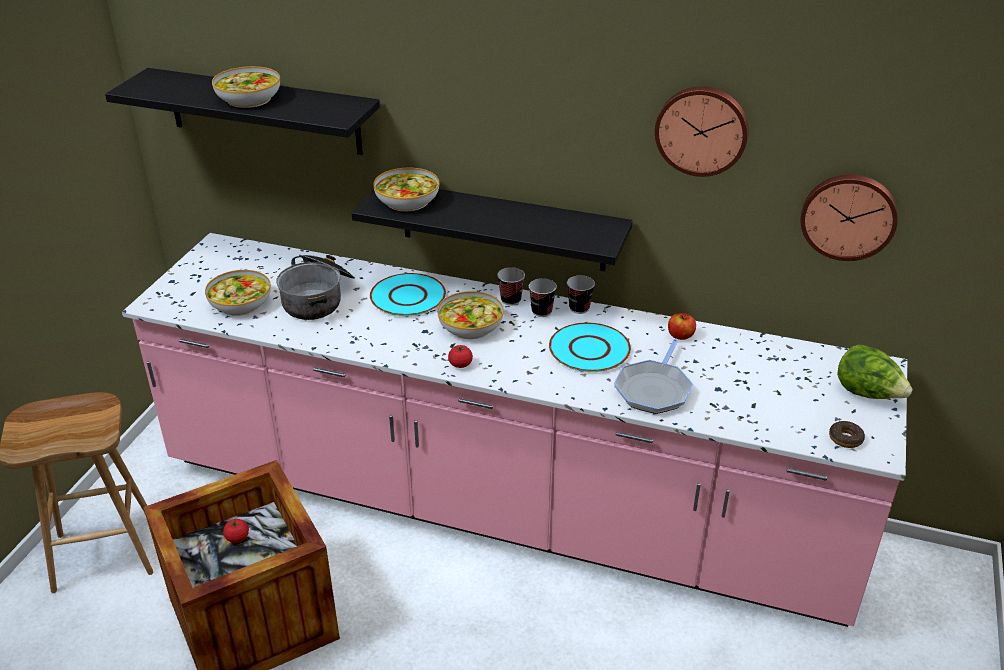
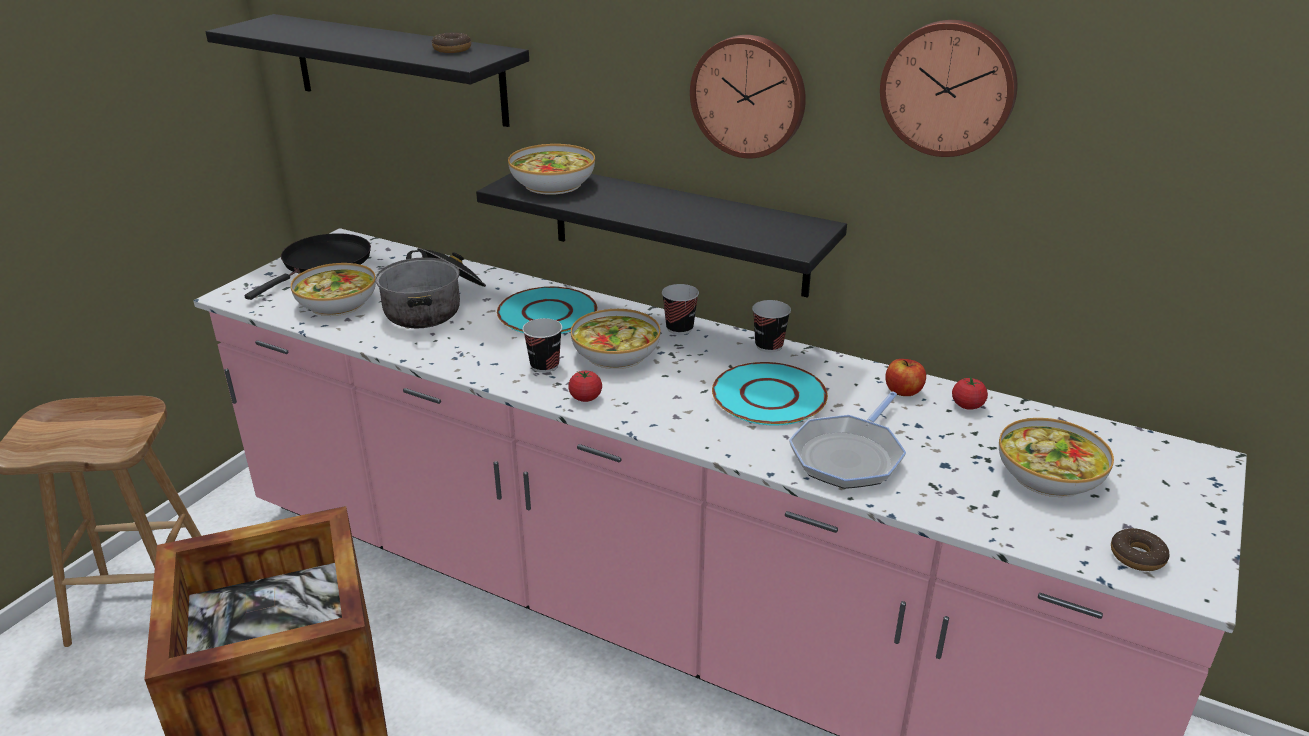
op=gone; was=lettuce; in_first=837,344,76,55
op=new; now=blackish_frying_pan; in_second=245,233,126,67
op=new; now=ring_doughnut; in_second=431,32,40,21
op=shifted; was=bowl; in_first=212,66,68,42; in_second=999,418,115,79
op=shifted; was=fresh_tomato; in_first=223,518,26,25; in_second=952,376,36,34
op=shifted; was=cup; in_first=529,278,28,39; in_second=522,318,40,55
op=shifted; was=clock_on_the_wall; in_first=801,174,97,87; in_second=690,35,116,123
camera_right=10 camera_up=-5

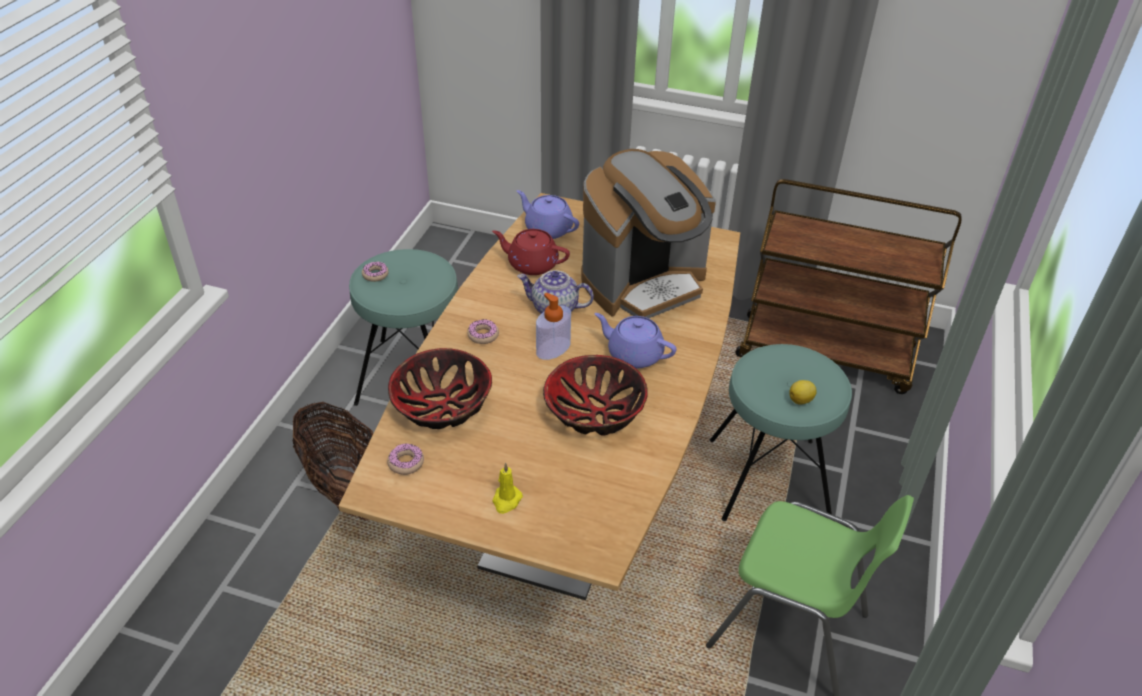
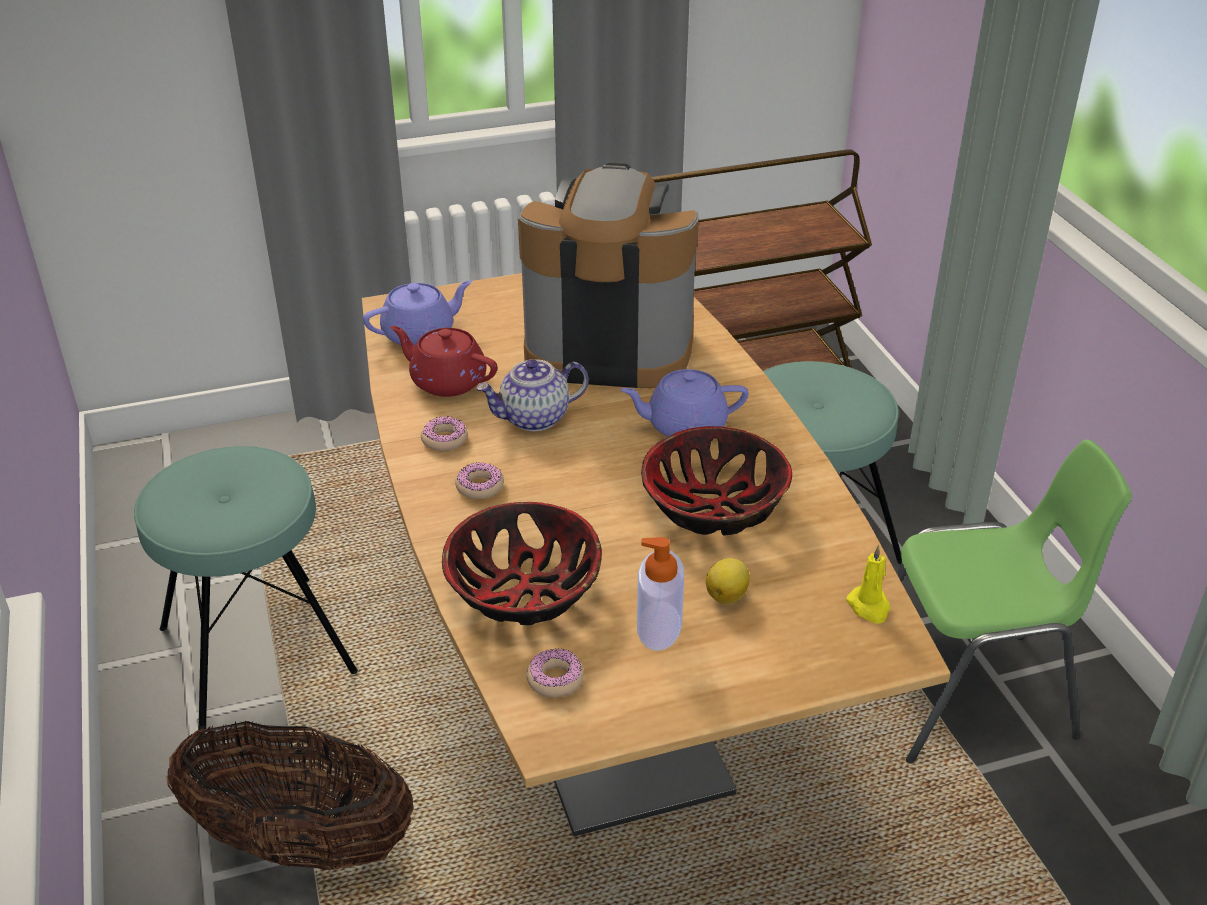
op=shifted; was=ring_doughnut; in_first=362,261,27,21; in_second=421,416,46,35
op=shifted; was=yellowish_wax_light; in_first=492,463,31,51; in_second=846,545,44,79
op=shifted; was=soap_dispenser; in_first=536,293,35,67; in_second=637,537,47,114
op=shifted; was=lemon; in_first=789,380,28,24; in_second=706,558,44,46
op=rotated; was=reddish_teapot; in_first=492,229,78,46; in_second=390,326,107,71; clockwise=45
op=rotated; was=purple_teapot; in_first=517,190,62,49; in_second=363,281,109,65; clockwise=150
op=rotated; was=coffee_brewer; in_first=581,149,135,169; in_second=518,163,181,225; clockwise=-105
camera_right=-35 camera_up=-5

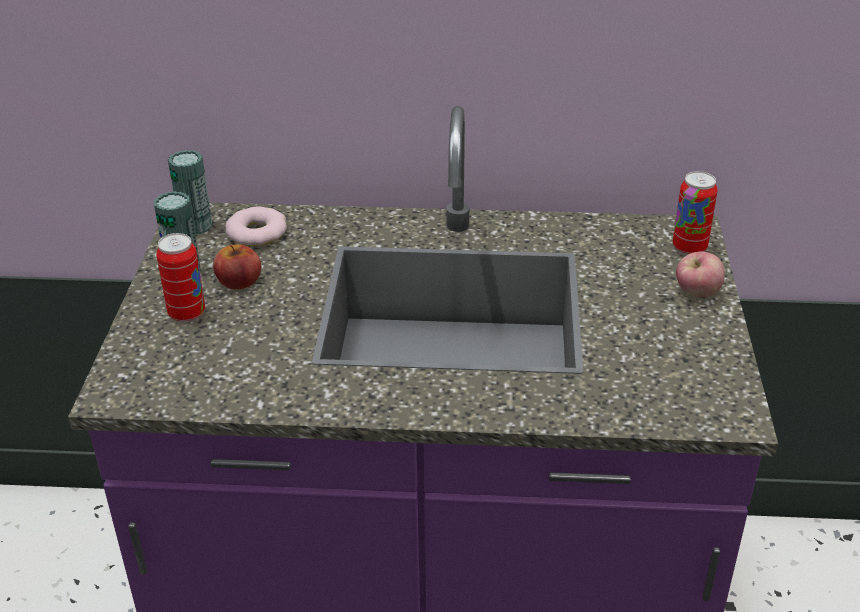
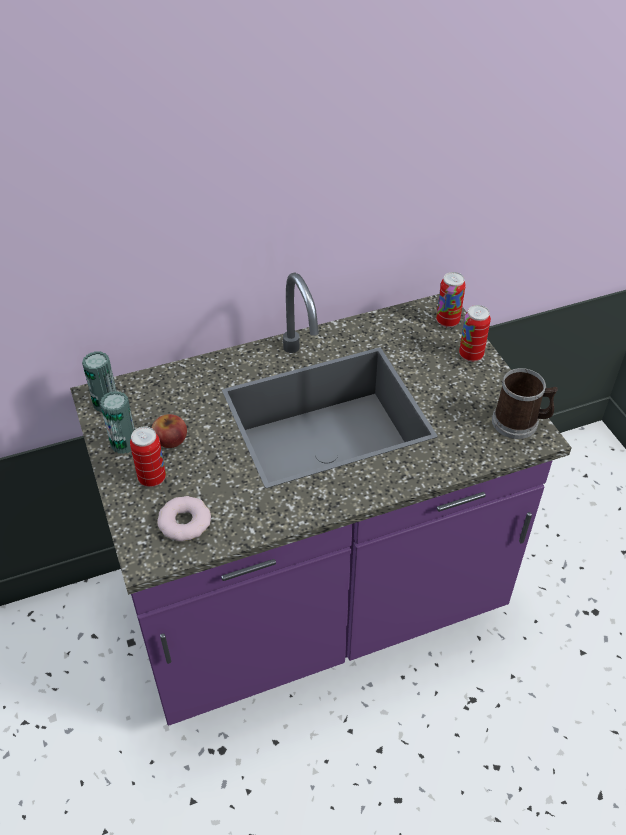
op=new; now=tea_mug; in_second=492,368,66,71
op=shifted; was=ring_doughnut; in_first=225,206,62,40; in_second=157,496,54,45
op=swapped; was=apple; now=metal_can; in_first=676,251,49,46; in_second=459,305,32,57
camera_right=-25 camera_up=10

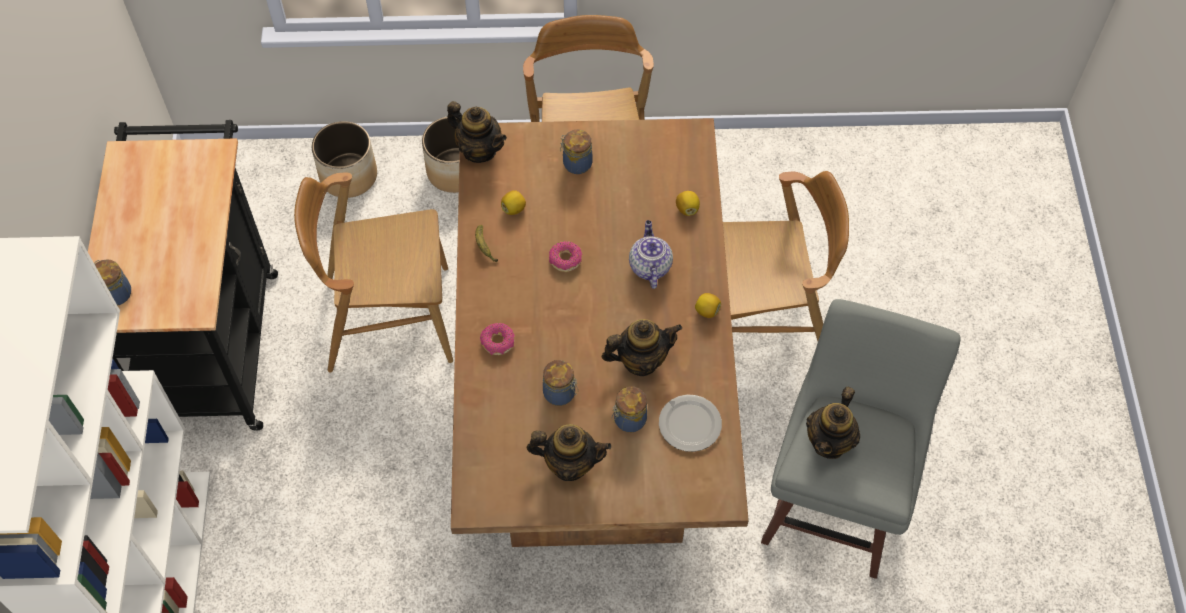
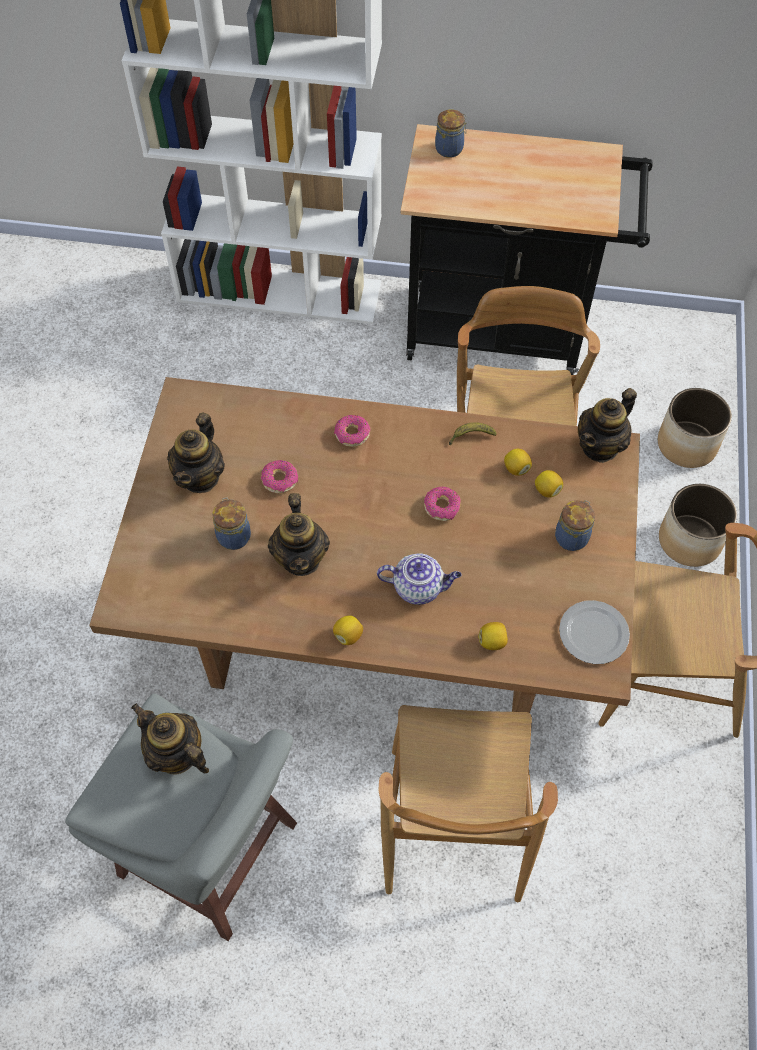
op=new; now=lemon; in_second=535,470,28,28
op=shifted; was=flat_dish; in_first=659,395,63,57; in_second=559,600,71,64
op=swapped; was=preserve_jar; now=ring_doughnut; in_first=543,360,35,46; in_second=261,460,37,33
camera_right=100 camera_up=0

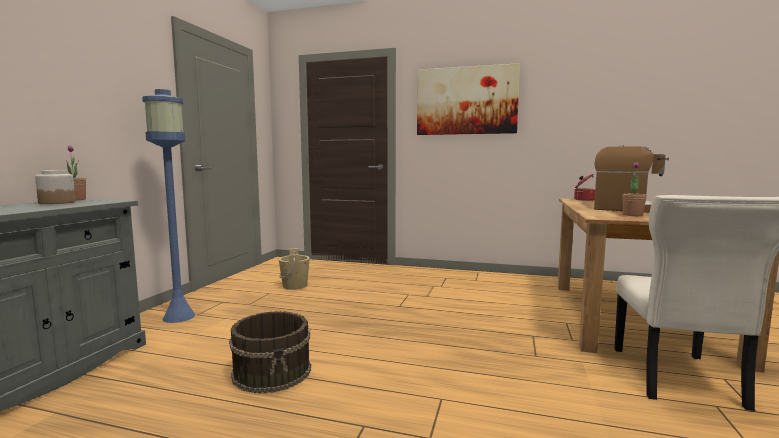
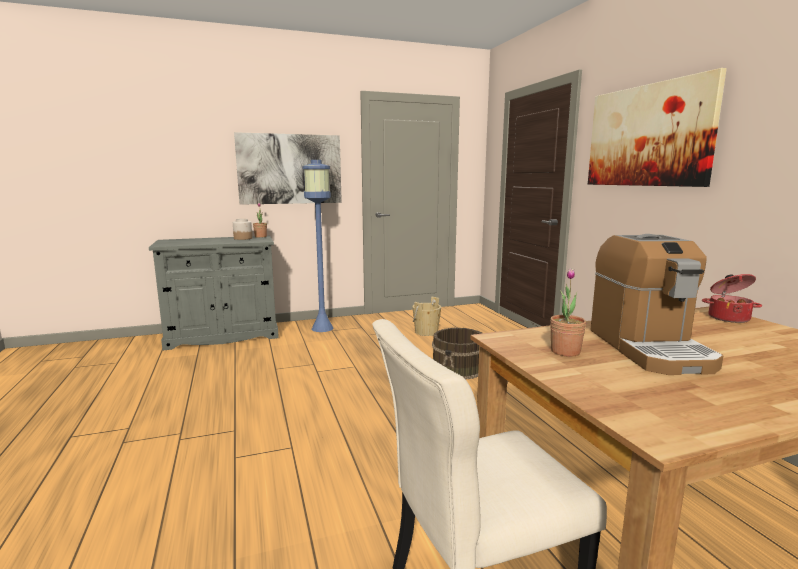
op=new; now=wall_picture; in_second=234,132,108,73
op=shifted; was=brownish_pail; in_first=229,311,82,82; in_second=432,327,50,52
camera_right=55 camera_up=5

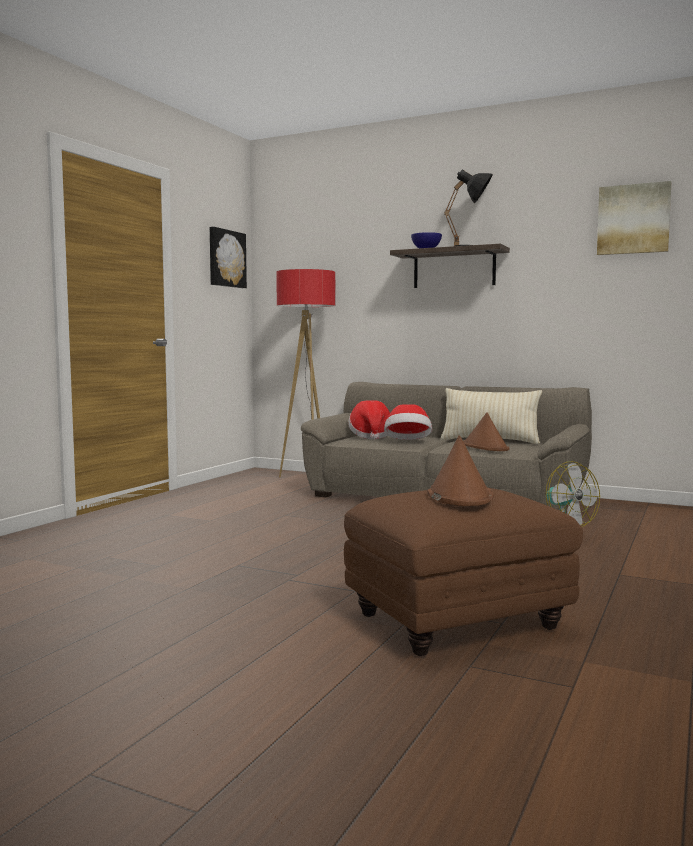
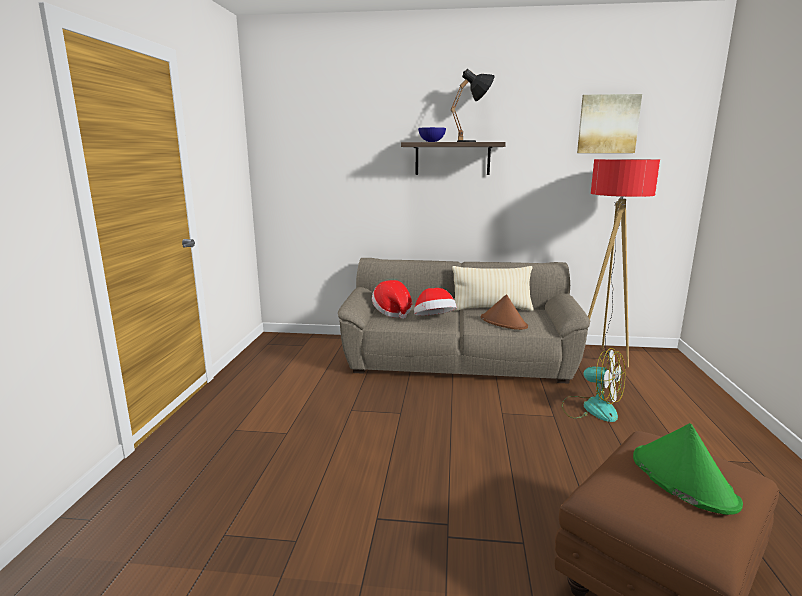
op=gone; was=wall_picture; in_first=210,227,37,61
op=shifted; was=standard_lamp; in_first=276,269,59,209; in_second=588,159,72,209
op=repainted; was=brownish_clothing_hat; now=green_clothing_hat; in_first=427,435,67,71; in_second=633,423,110,92
camera_right=-20 camera_up=10

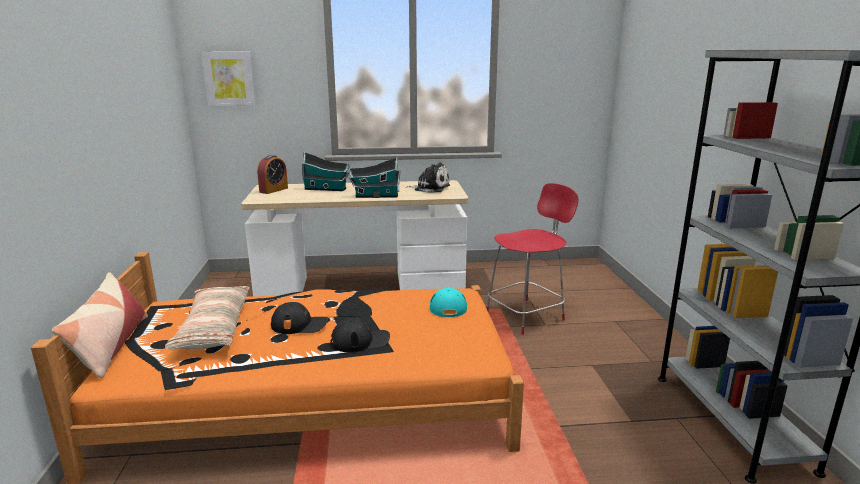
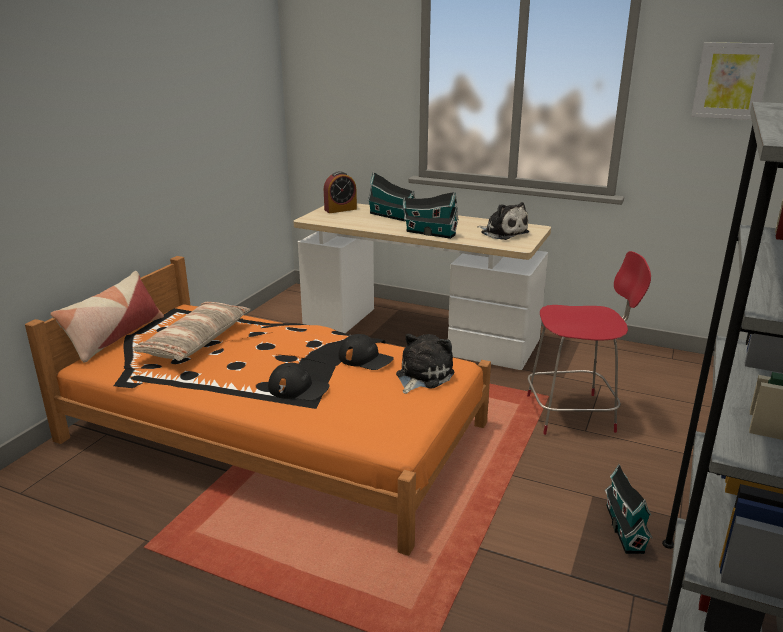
op=new; now=toy_house; in_second=605,464,48,90
op=shifted; was=wall_picture; in_first=201,51,54,55; in_second=691,42,83,78
op=shifted; was=blackish_baseball_cap; in_first=271,302,57,32; in_second=339,334,55,36
op=swapped; was=blue-green_baseball_cap; now=plush_toy; in_first=430,288,37,29; in_second=396,334,59,60
camera_right=30 camera_up=5

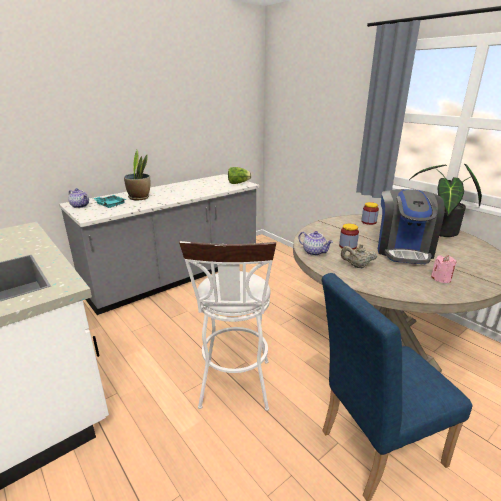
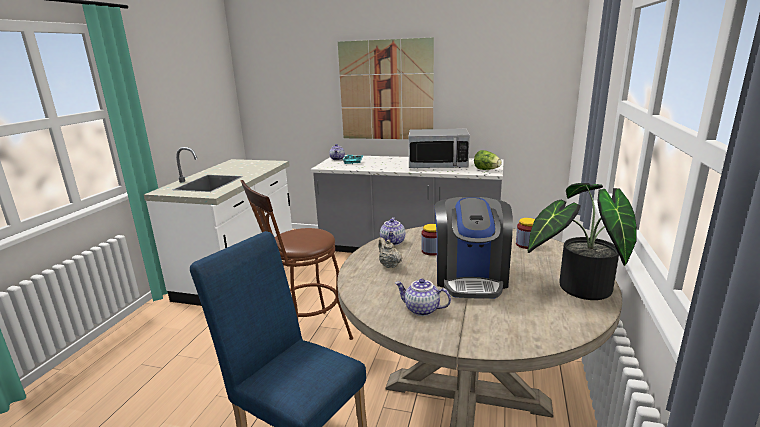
op=gone; was=houseplant; in_first=124,149,26,51
op=new; now=wall_picture; in_second=338,37,96,102
op=new; now=kitchen_microwave; in_second=408,129,62,39
op=swapped; was=pink_wax_light; now=teapot; in_first=431,255,25,28; in_second=395,279,56,37
op=repainted; was=whitish_sitting_stool; now=brownish_sitting_stool; in_first=179,241,97,170; in_second=240,180,113,160
op=rotated; was=coffee_brewer; in_first=378,189,67,75; in_second=435,197,78,102; clockwise=-60
camera_right=55 camera_up=-5

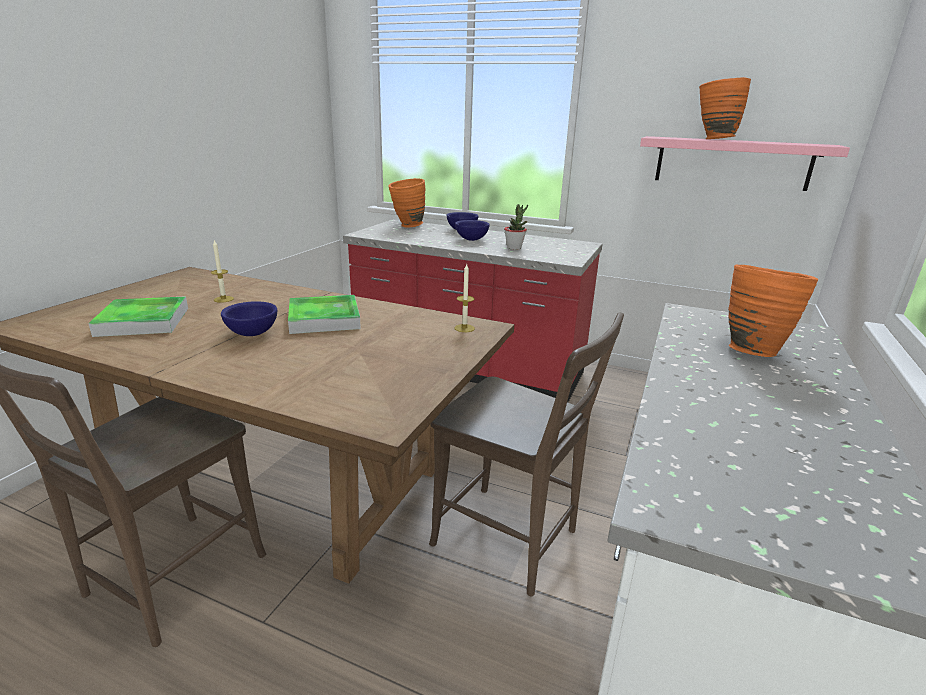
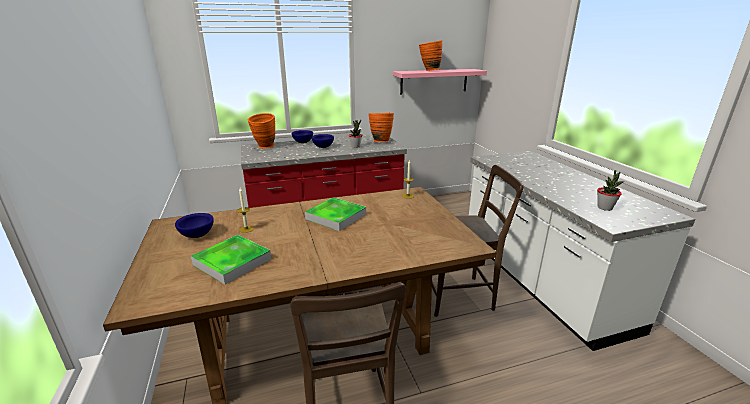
op=new; now=houseplant; in_second=597,170,27,41
op=shifted; was=blue_bowl; in_first=221,301,56,35; in_second=175,213,39,25
op=shifted; was=orangey_vase; in_first=728,264,90,93; in_second=369,113,25,29
camera_right=-40 camera_up=0

